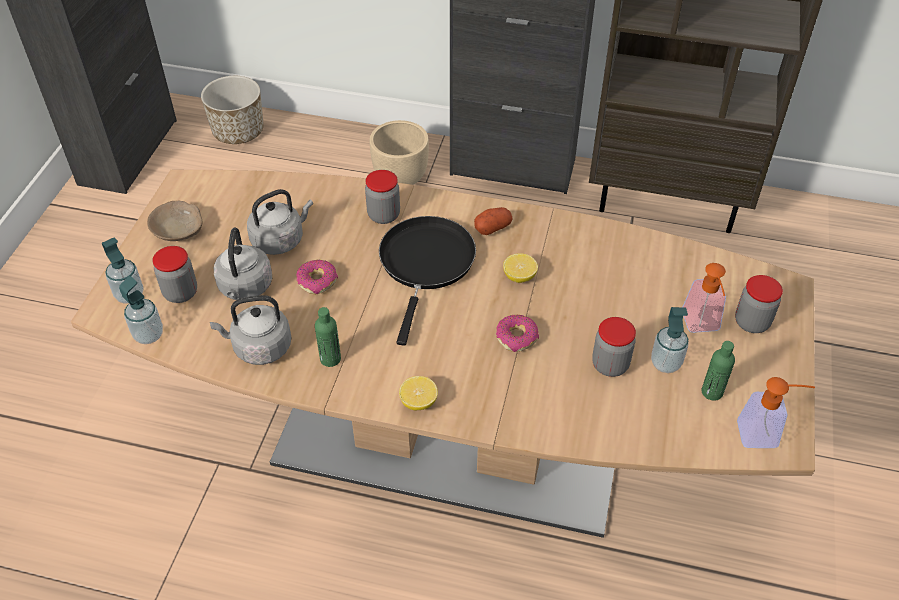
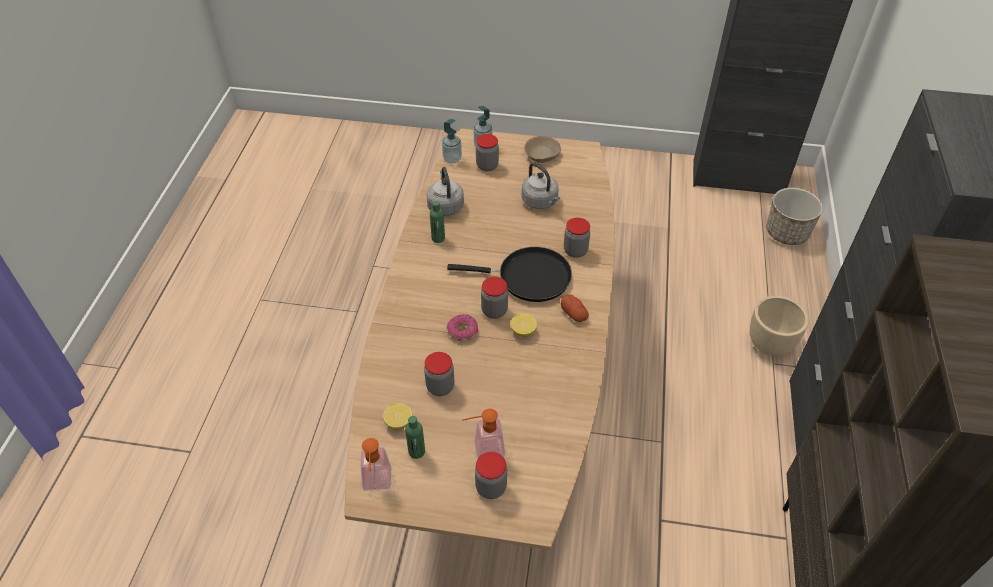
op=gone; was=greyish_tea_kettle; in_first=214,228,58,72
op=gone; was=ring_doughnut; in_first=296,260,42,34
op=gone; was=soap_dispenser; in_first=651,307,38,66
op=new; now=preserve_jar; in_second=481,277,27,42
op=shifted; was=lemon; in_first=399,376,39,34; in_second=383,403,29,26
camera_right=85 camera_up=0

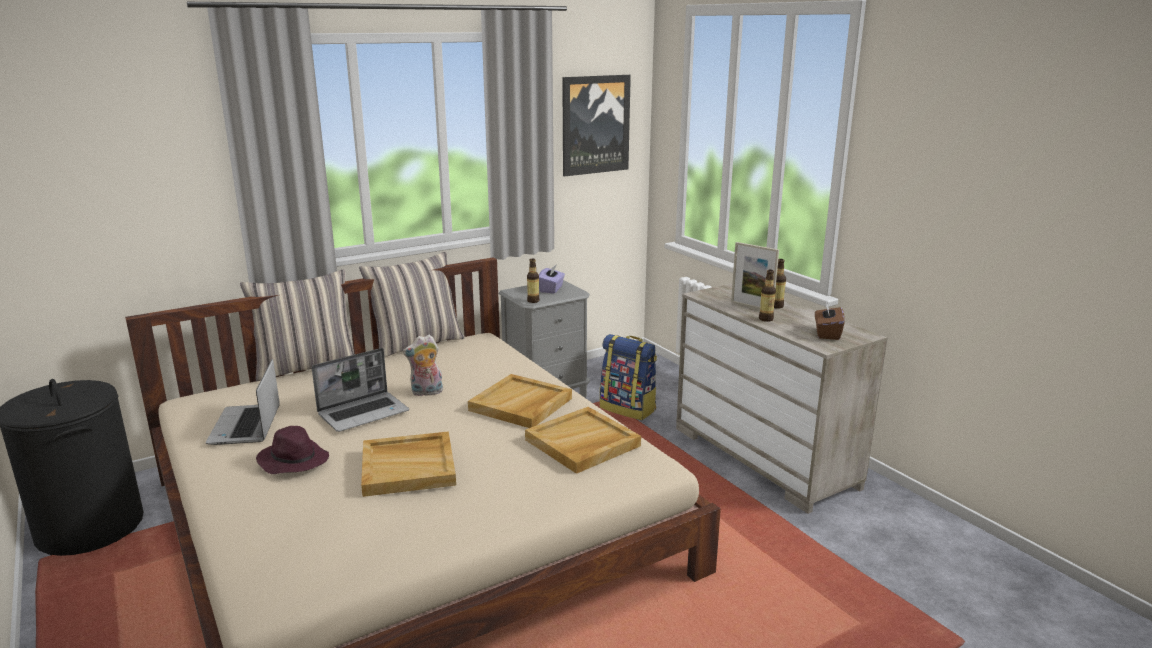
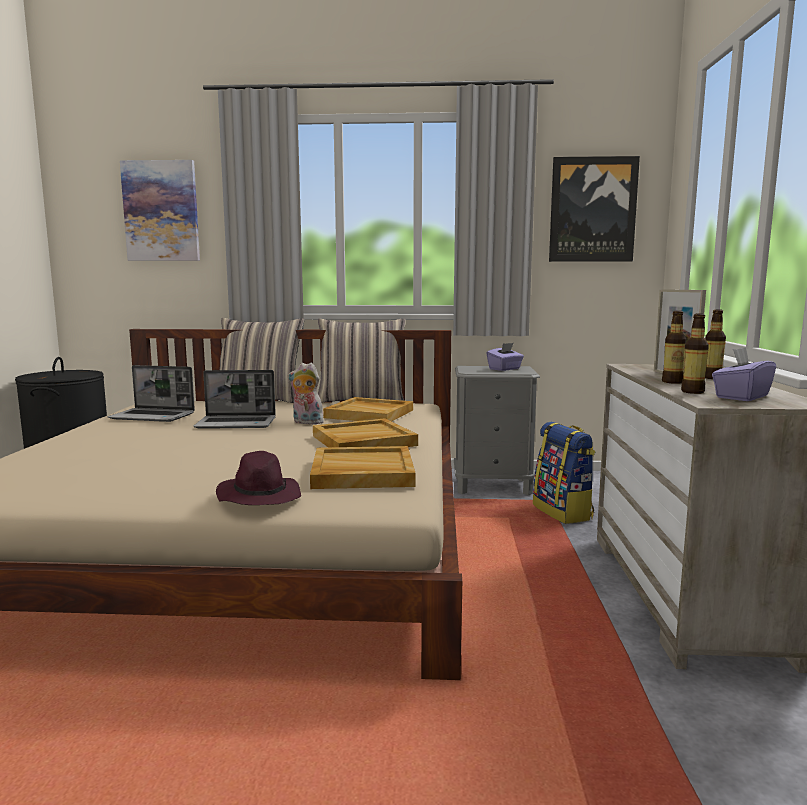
op=new; now=wall_picture; in_second=120,160,80,101
op=shifted; was=purple_clothing_hat; in_first=256,426,73,48; in_second=216,451,85,54
op=shifted; was=beige-coloured_carrying_tray; in_first=361,431,95,66; in_second=323,397,90,25
op=shifted; was=drink_bottle; in_first=527,258,13,45; in_second=681,314,28,80
op=repainted; was=brownish_box_of_tissues; now=purple_box_of_tissues; in_first=815,301,30,39; in_second=712,347,64,54
op=rotated; was=portable_computer; in_first=206,359,74,86; in_second=108,365,87,57; clockwise=-105
camera_right=35 camera_up=-10

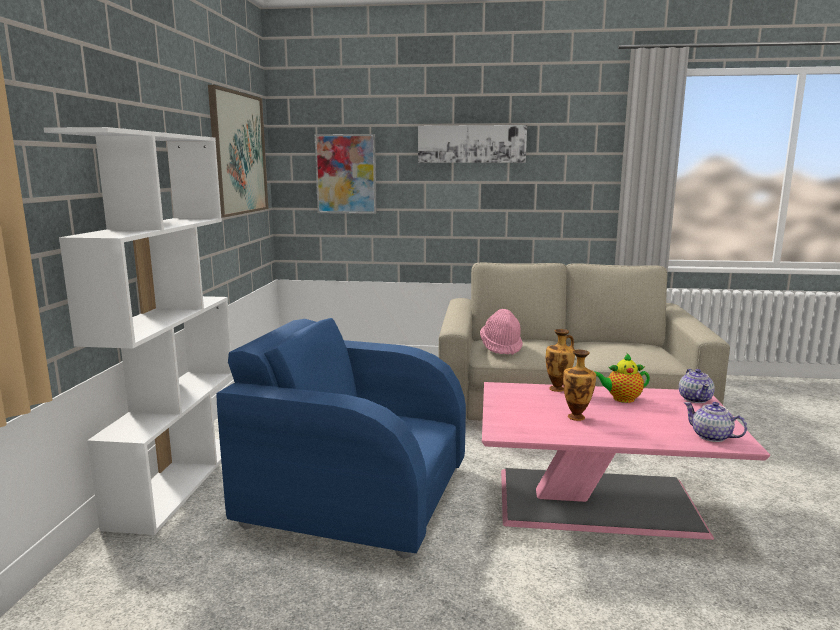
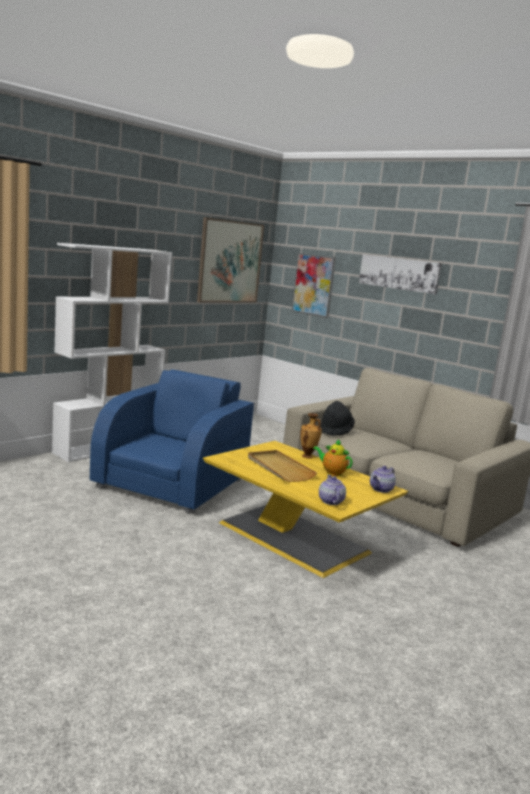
op=swapped; was=vase; now=beige-coloured_carrying_tray; in_first=563,350,33,71; in_second=248,450,69,32
op=repainted; was=pink_clothing_hat; now=blackish_clothing_hat; in_first=480,309,43,46; in_second=320,401,35,35
op=repainted; was=pink_lounge_table; now=yellowish_lounge_table; in_first=482,382,288,158; in_second=203,441,205,137
op=rotated; was=blue_armchair; in_first=217,318,249,241; in_second=90,369,164,145; clockwise=60
camera_right=35 camera_up=0

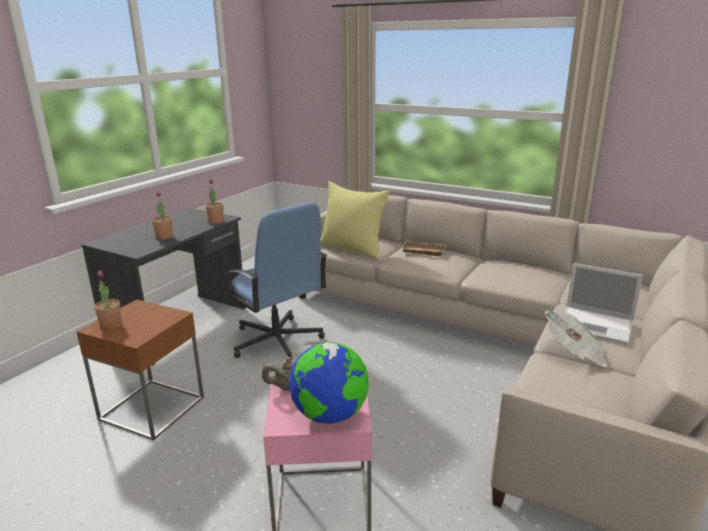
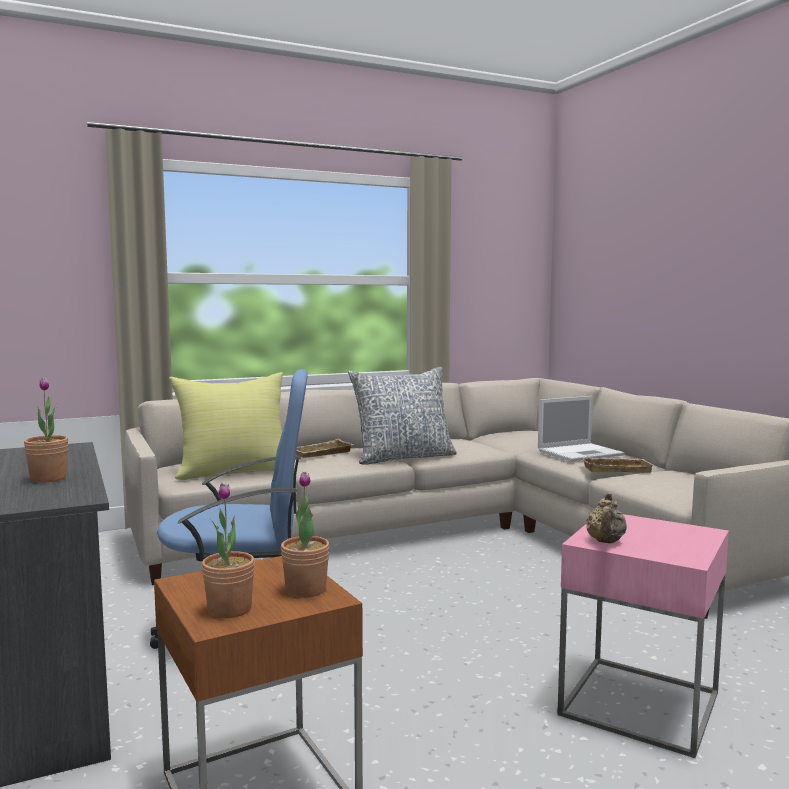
op=gone; was=globe; in_first=289,342,80,82
op=new; now=cushion; in_second=348,367,109,98
op=shifted; was=houseplant; in_first=205,179,19,45; in_second=281,472,49,126
op=swapped; was=daily_paper; now=beige-coloured_carrying_tray; in_first=545,310,63,57; in_second=581,457,72,16
camera_right=-55 camera_up=-15

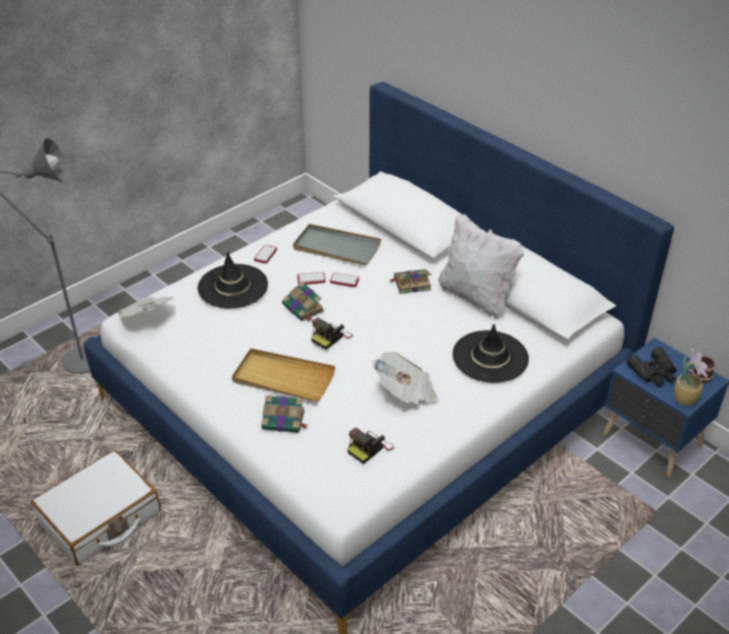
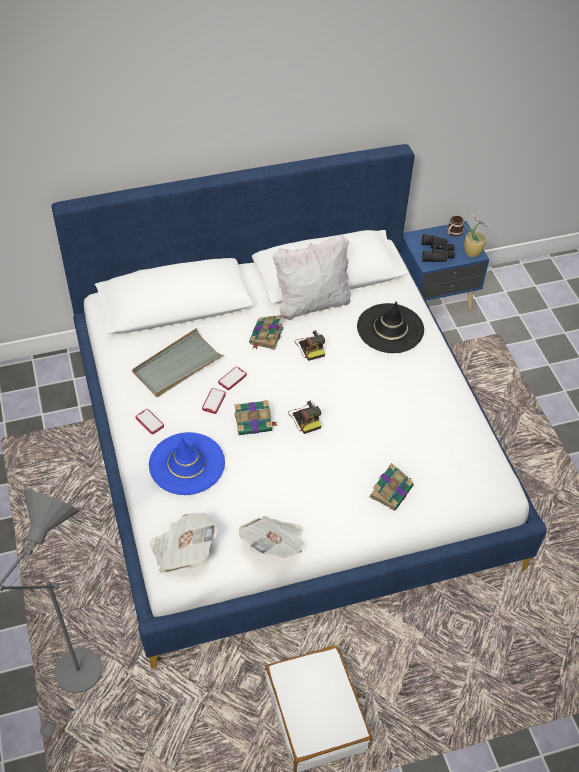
op=gone; was=beige-coloured_carrying_tray; in_first=232,348,103,54
op=shifted; was=still_camera; in_first=347,428,47,36; in_second=295,330,30,31
op=shifted; was=daily_paper; in_first=372,352,67,53; in_second=239,516,65,42
op=repainted; was=blackish_clothing_hat; now=blue_clothing_hat; in_first=197,252,71,56; in_second=149,432,76,63
camera_right=-65 camera_up=10

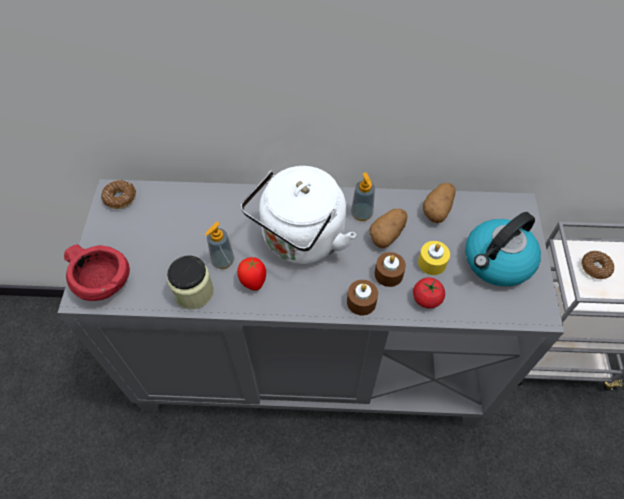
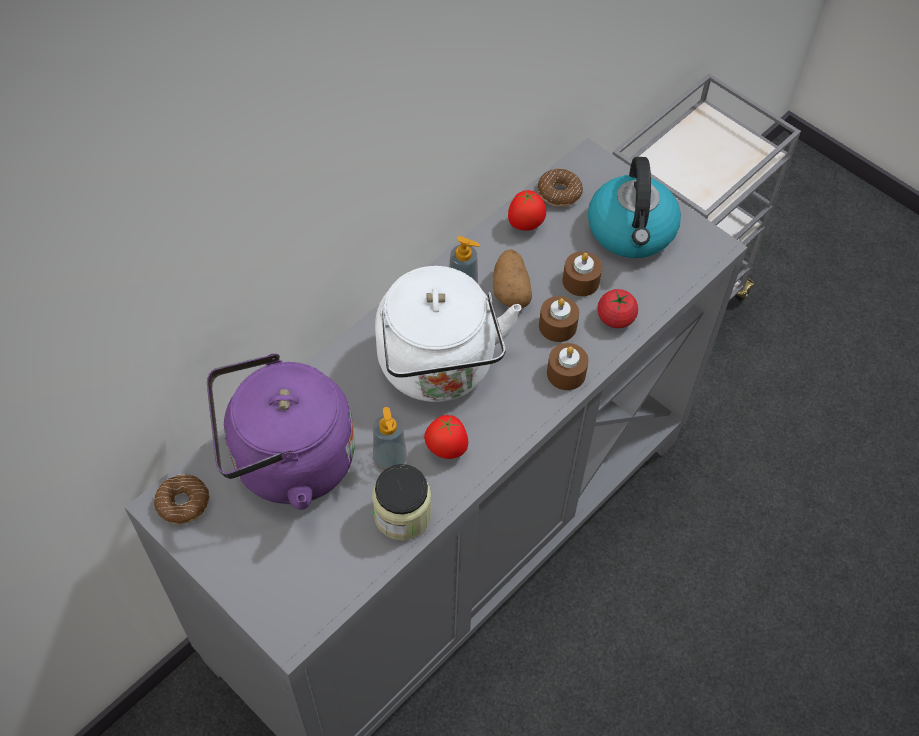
op=gone; was=reddish_bowl; in_first=64,245,66,56
op=new; now=purple_tea_kettle; in_second=207,354,148,156
op=shifted; was=ring_doughnut; in_first=582,251,32,28; in_second=538,169,45,38
op=swapped; was=potato; now=fresh_tomato; in_first=423,183,32,40; in_second=508,190,38,41
op=repainted; was=yellowish_wax_light; now=brownish_wax_light; in_first=418,241,32,34; in_second=562,251,40,45
camera_right=-50 camera_up=0

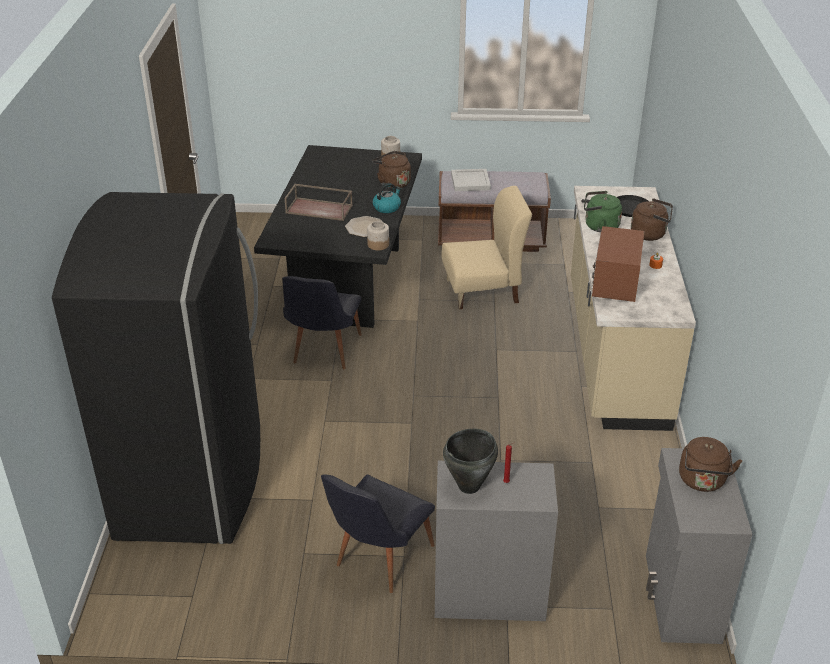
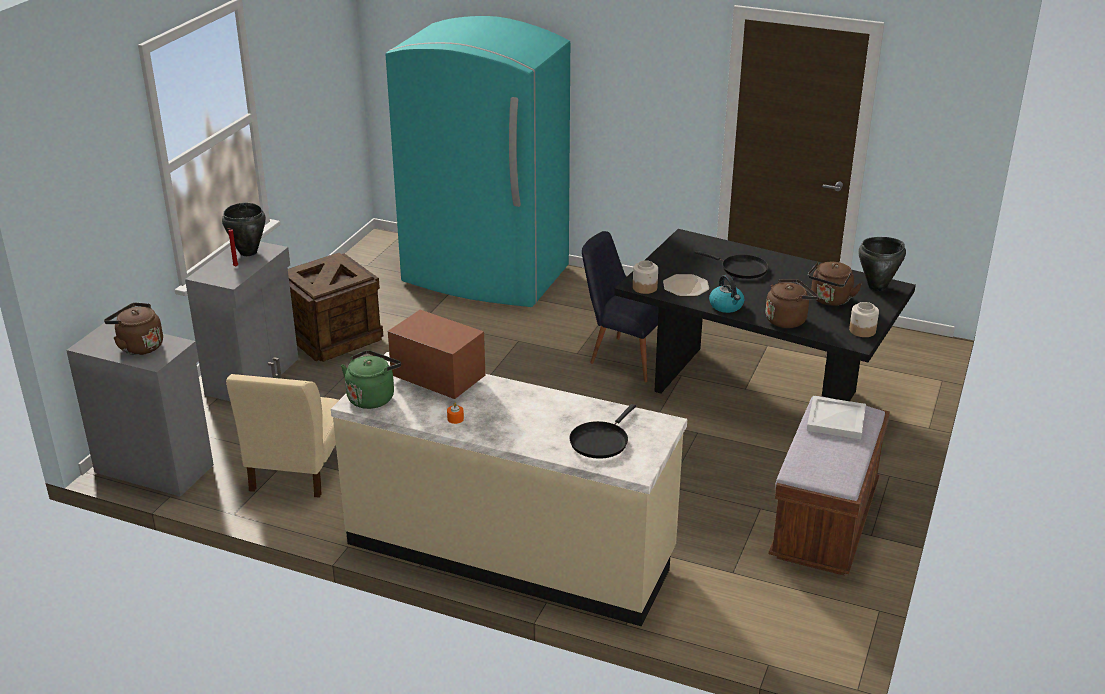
op=new; now=blackish_stockpot; in_second=858,237,48,54
op=shifted; was=beige-coloured_upright_chair; in_first=441,186,91,123; in_second=226,374,113,124
op=shifted; was=green_tea_kettle; in_first=584,191,38,41; in_second=341,350,60,59
op=shifted; was=brownish_tea_kettle; in_first=631,198,42,43; in_second=808,262,54,44
op=swapped; was=brownish_carrying_tray; now=blackish_frying_pan; in_first=285,184,68,37; in_second=695,250,73,29
op=swapped; was=blackish_upright_chair; now=packing_crate; in_first=321,474,114,119; in_second=288,253,95,109
op=repainted; was=blackish_refrigerator; now=blue-green_refrigerator; in_first=52,192,208,352; in_second=386,16,184,291
camera_right=110 camera_up=-5

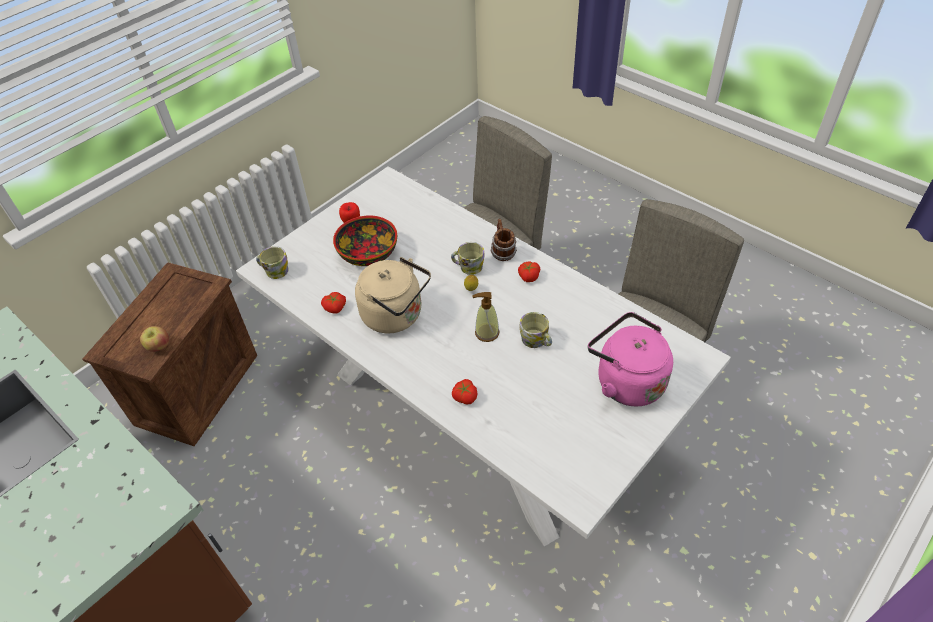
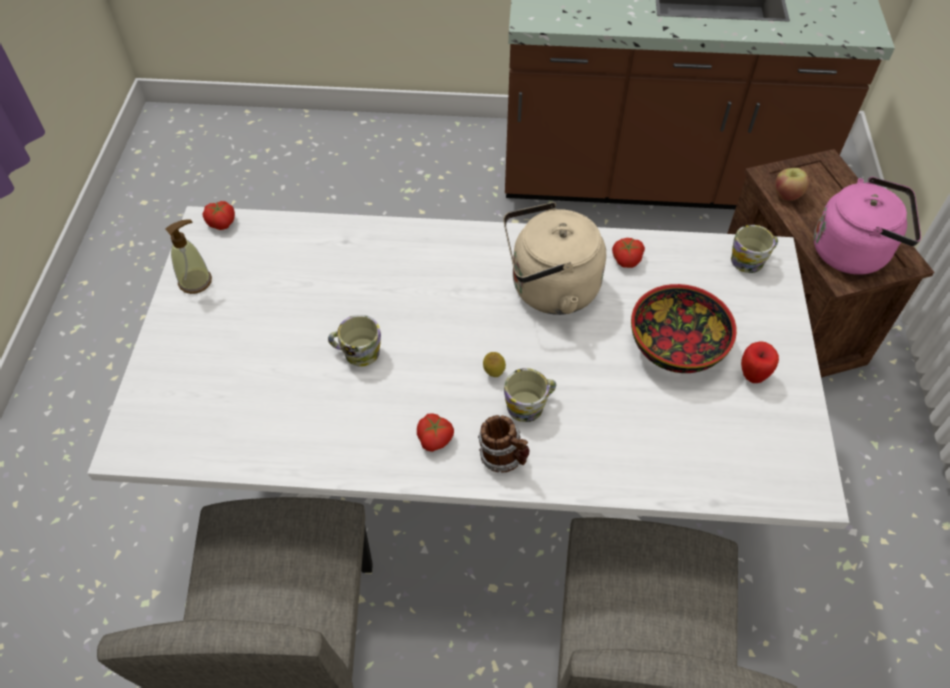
op=shifted; was=fresh_tomato; in_first=452,379,26,26; in_second=203,201,32,29
op=shifted; was=soap_dispenser; in_first=472,292,28,50; in_second=166,219,46,75
op=shifted; was=pink_tea_kettle; in_first=588,312,85,95; in_second=814,177,107,98
camera_right=140 camera_up=5

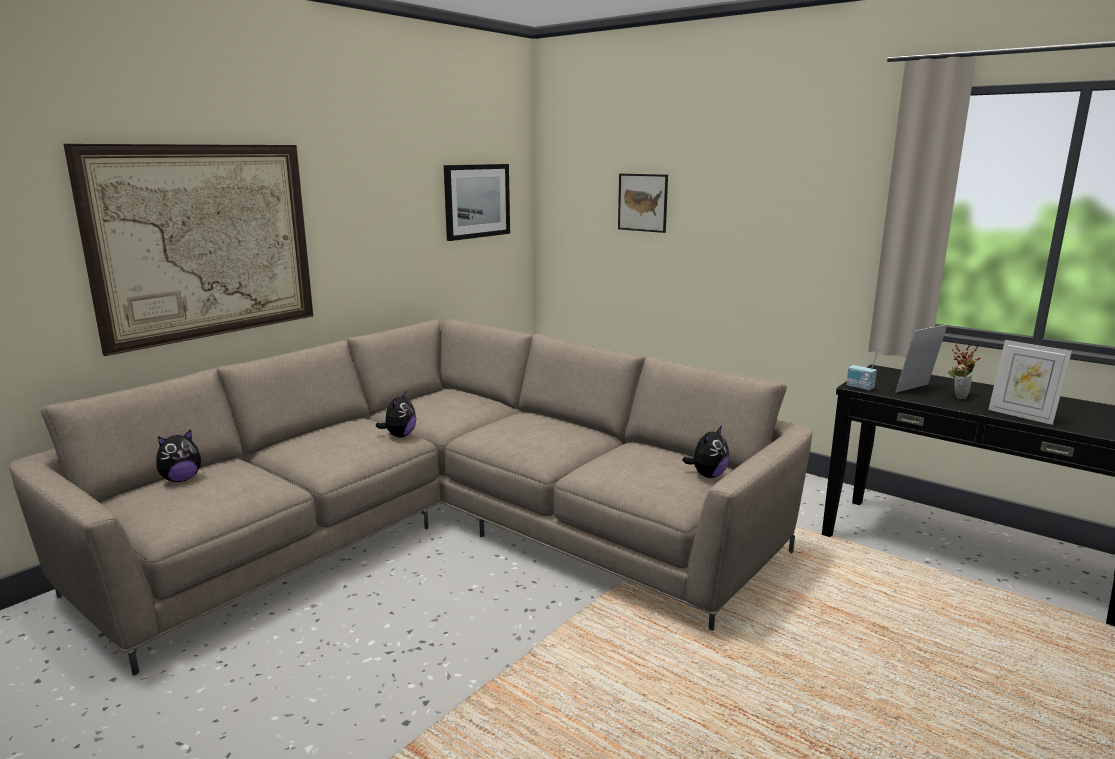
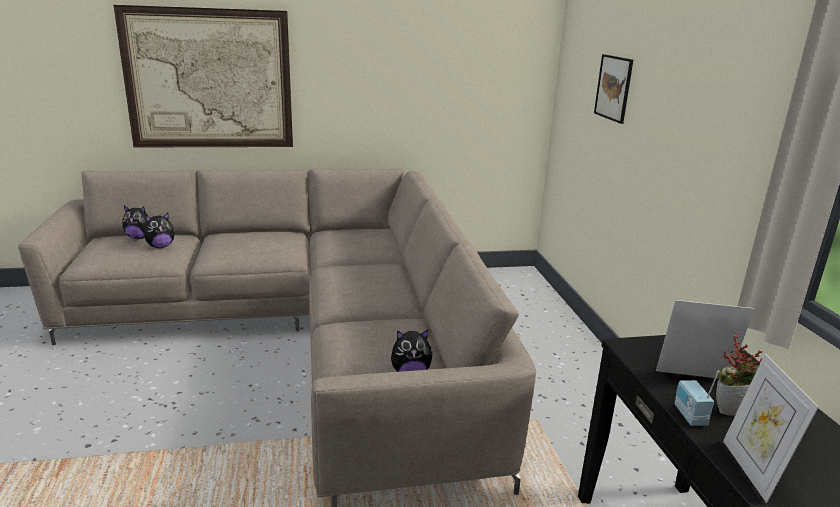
op=gone; was=wall_picture; in_first=444,164,66,77
op=shifted; was=plush_toy; in_first=375,391,41,46; in_second=144,213,31,35
op=shifted; was=radio; in_first=846,348,33,43; in_second=674,370,45,56
camera_right=40 camera_up=5

